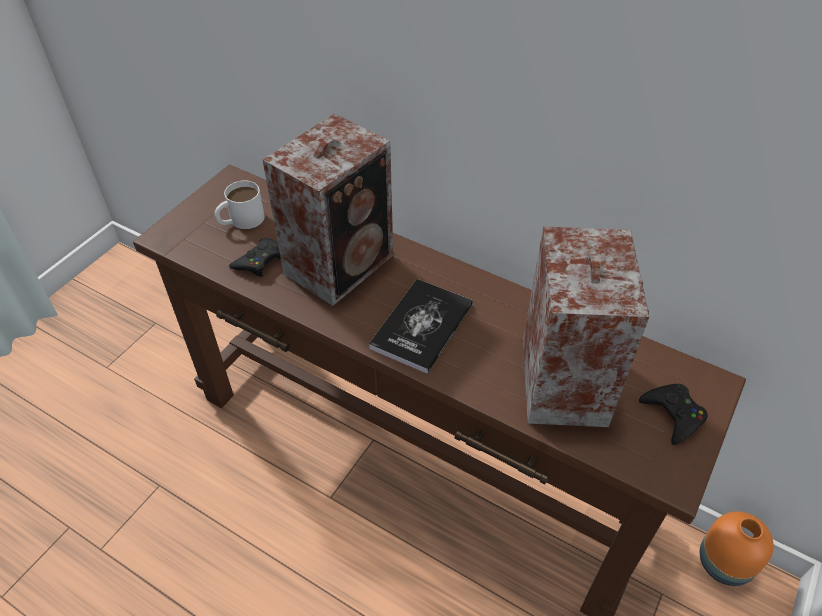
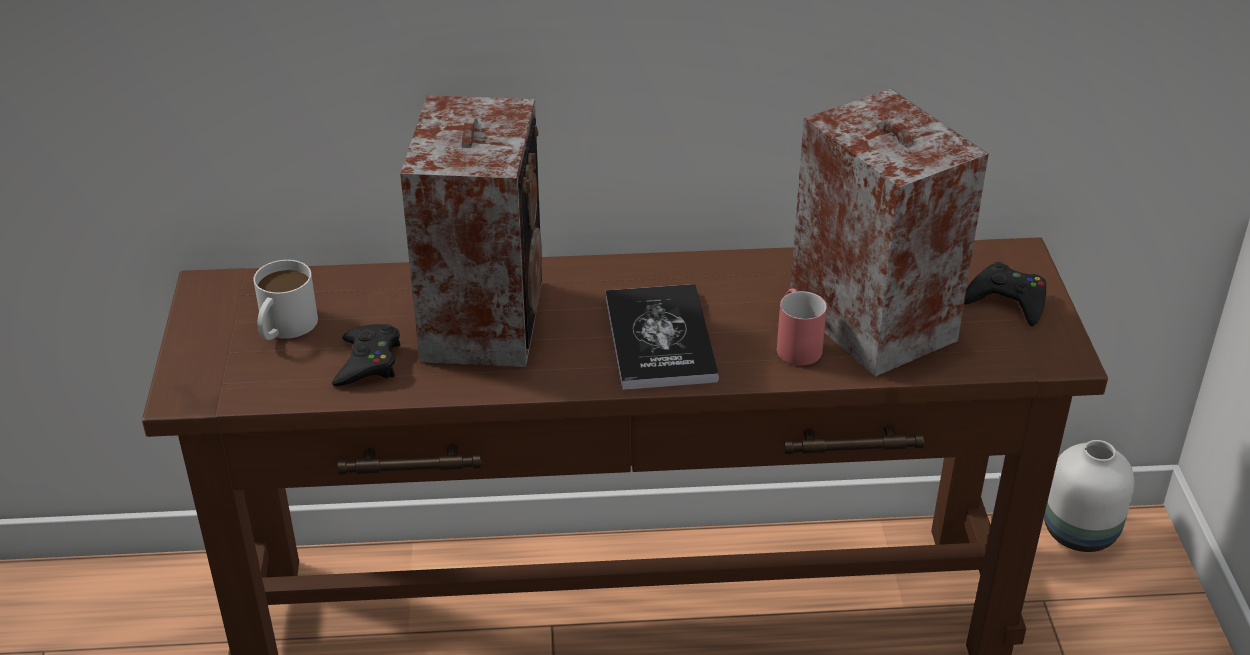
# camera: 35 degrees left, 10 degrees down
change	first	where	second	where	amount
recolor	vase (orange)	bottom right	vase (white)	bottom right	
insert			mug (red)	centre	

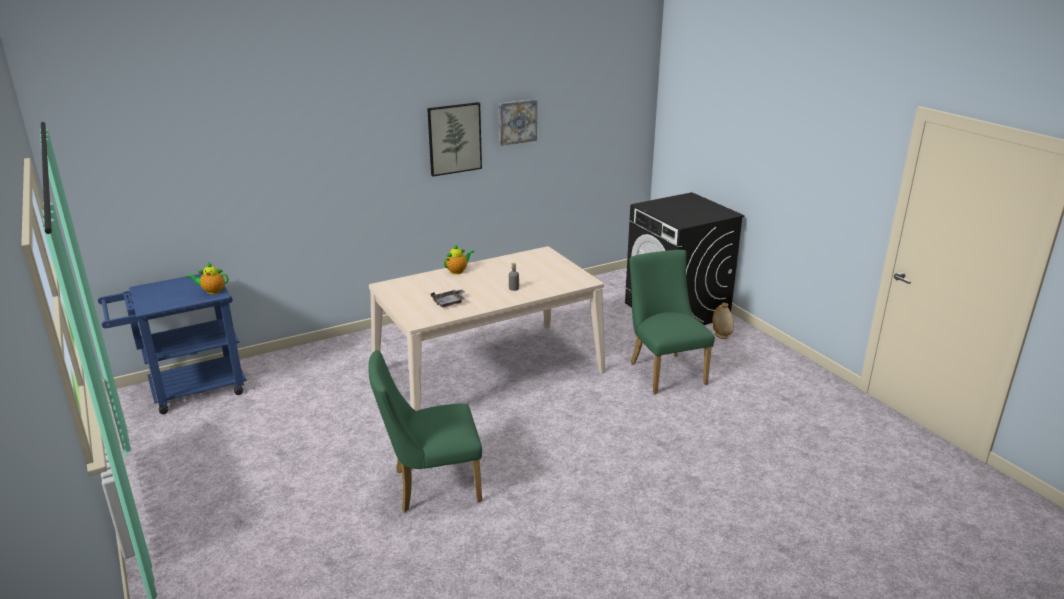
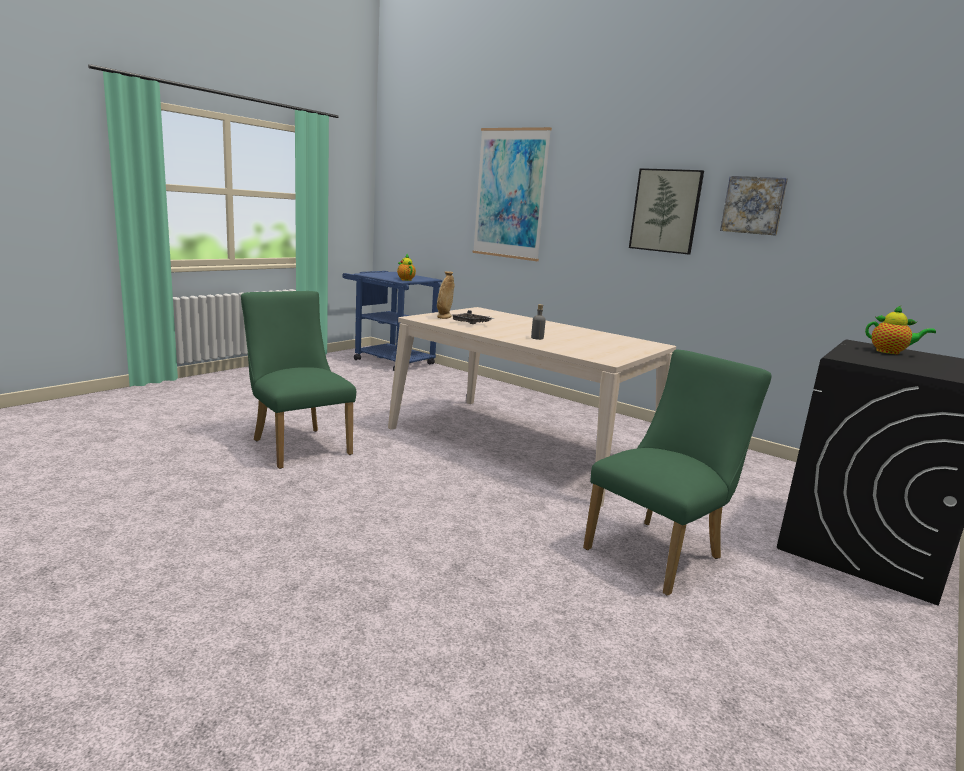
# camera: 65 degrees right, 10 degrees down
change	first	where	second	where	amount
move	teapot (2nd from left)	centre		middle right	
move	vase (beige)	middle right		centre	
insert			picture (1st from left)	top centre	

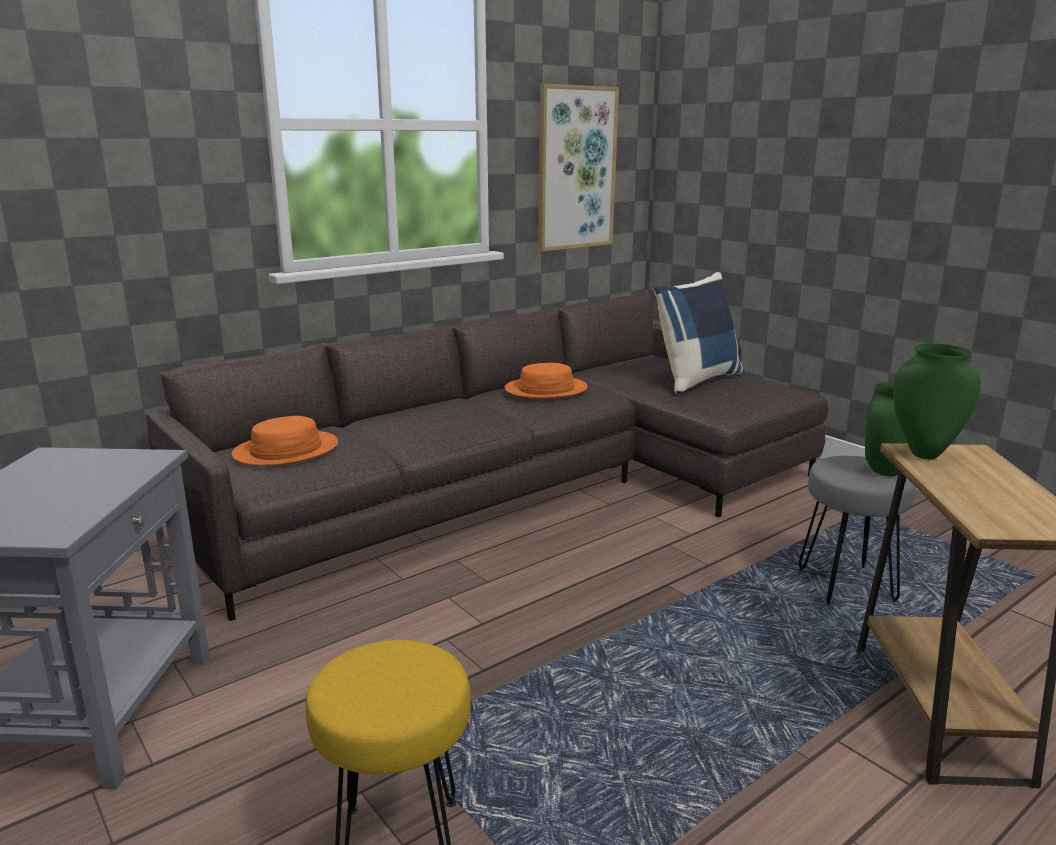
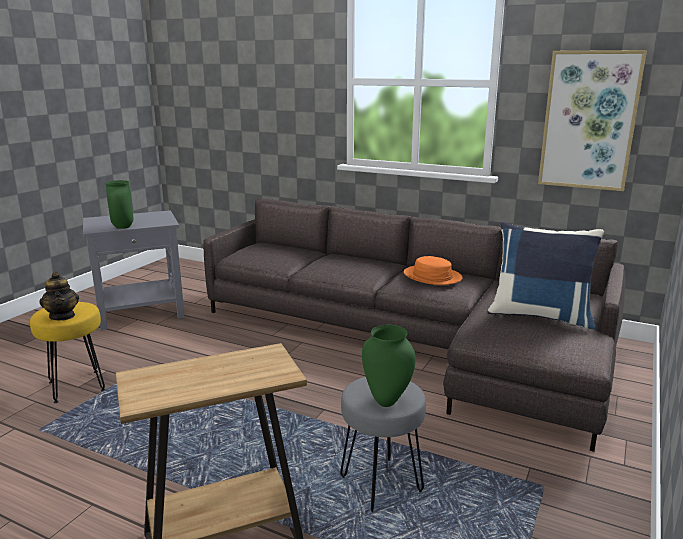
# camera: 65 degrees right, 0 degrees up
change	first	where	second	where	amount
delete	hat (orange) (1st from left)	middle left			
move	vase (green) (2nd from left in the first image)	middle right	vase (green) (1st from left)	middle left	
insert			teapot	middle left	

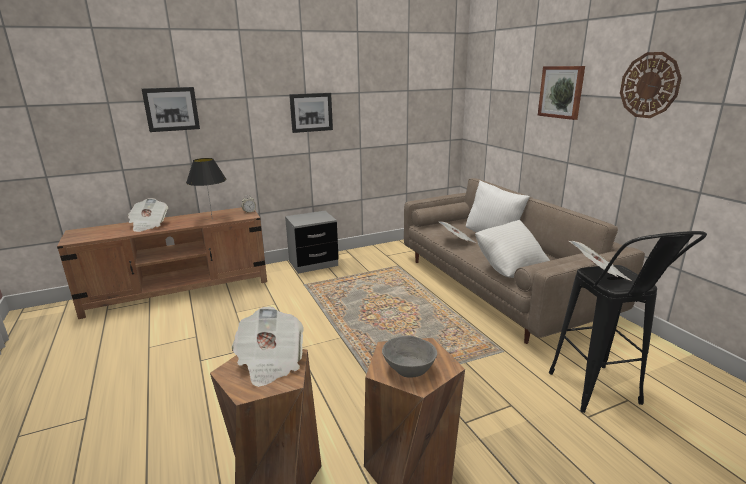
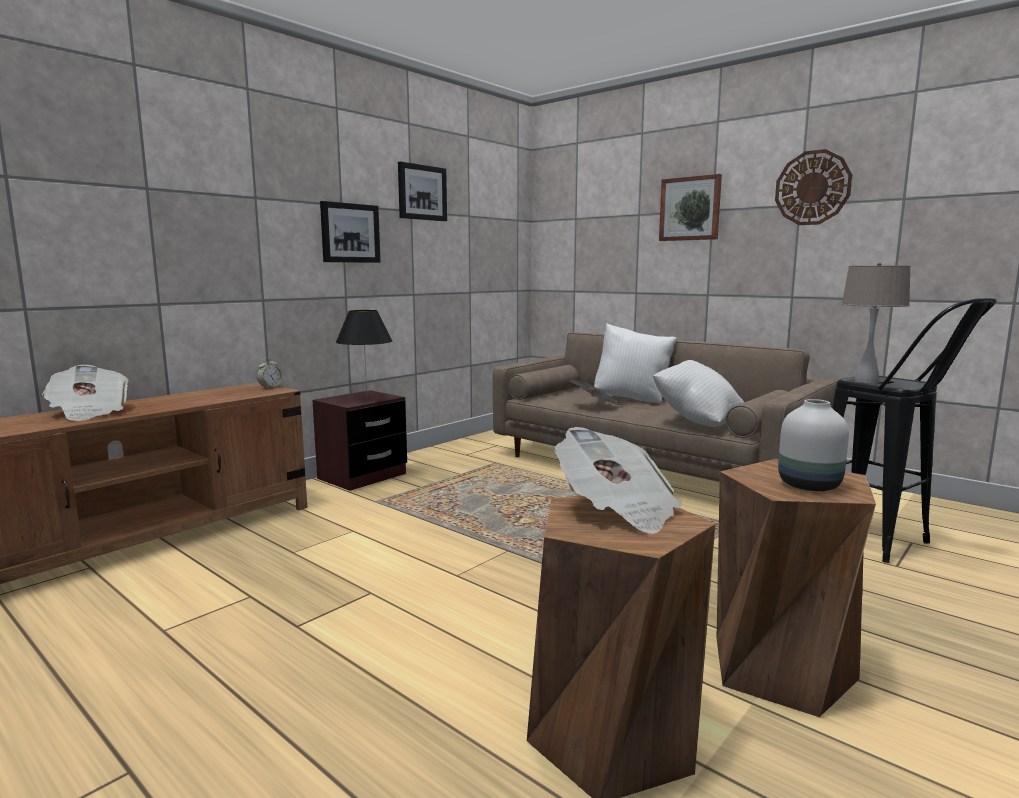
# camera: 25 degrees left, 10 degrees down
change	first	where	second	where	amount
move	picture (1st from left in the first image)	top left	picture (2nd from left)	top centre	
move	table lamp (black)	middle left		centre	
recolor	nightstand (grey)	centre	nightstand (brown)	centre	
replace	bowl (grey)	bottom centre	vase (white)	middle right	
replace	newspaper (4th from left)	middle right	table lamp (beige)	middle right	

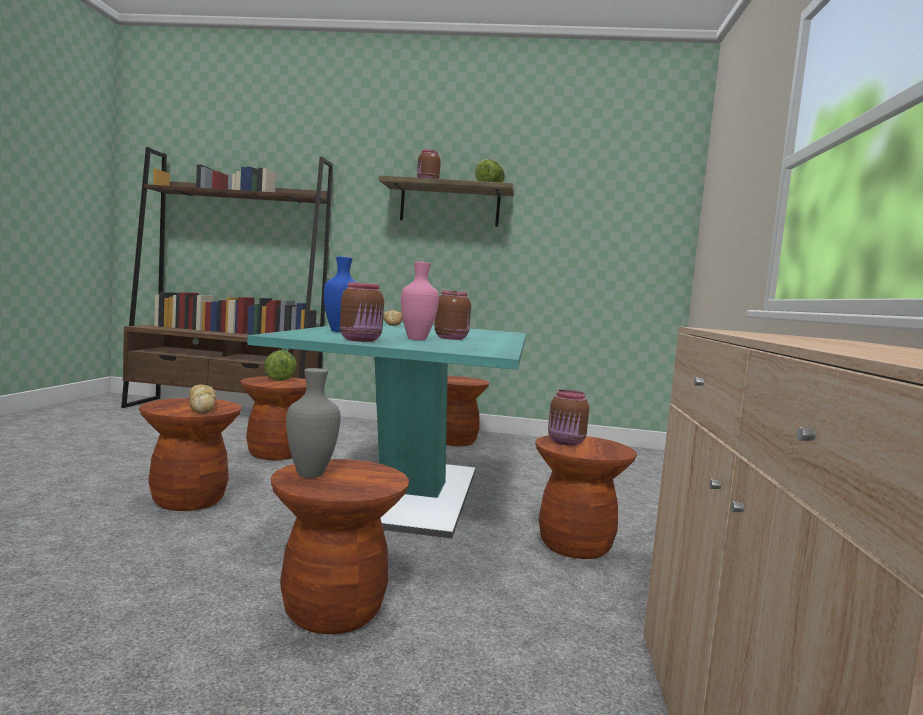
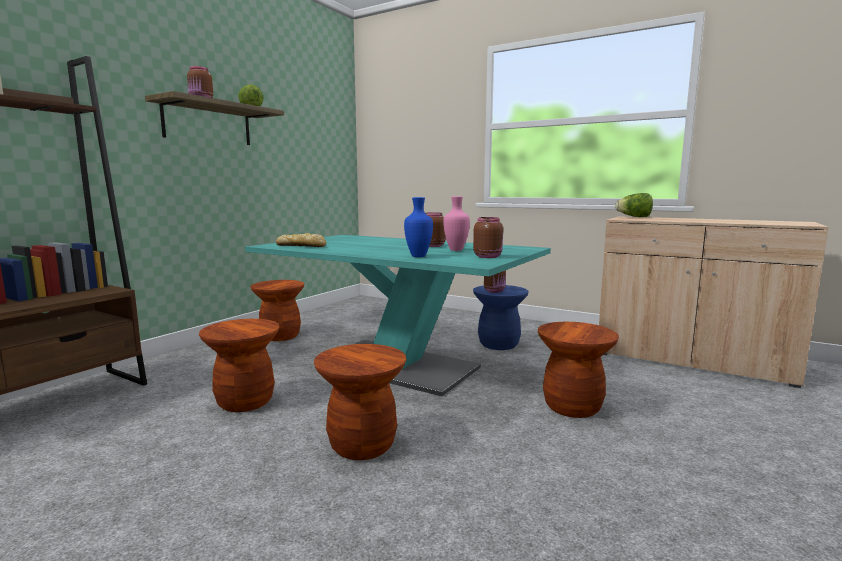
# camera: 65 degrees left, 5 degrees up
change	first	where	second	where	amount
delete	bread (1st from left)	middle left			
move	lettuce (1st from left in the first image)	middle left	lettuce (2nd from left)	middle right	
delete	vase (grey)	centre			
recolor	stool (brown) (5th from left)	bottom centre	stool (blue)	centre	

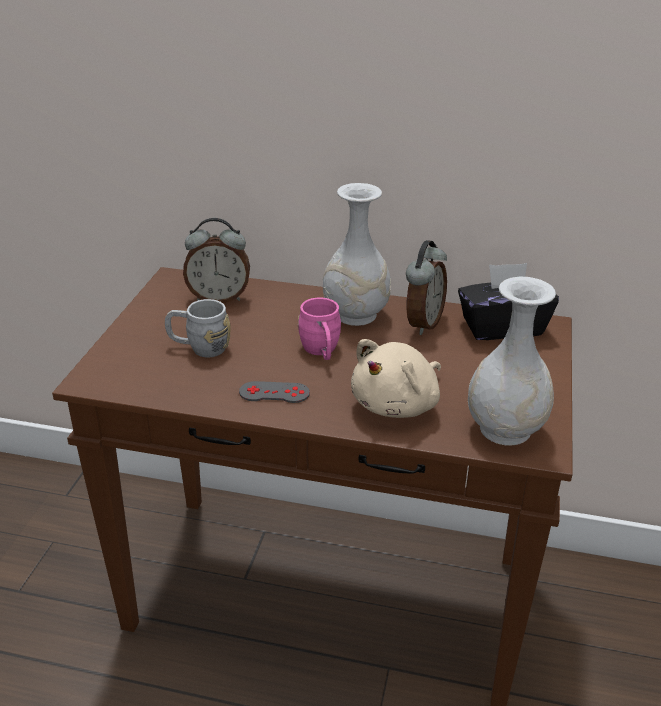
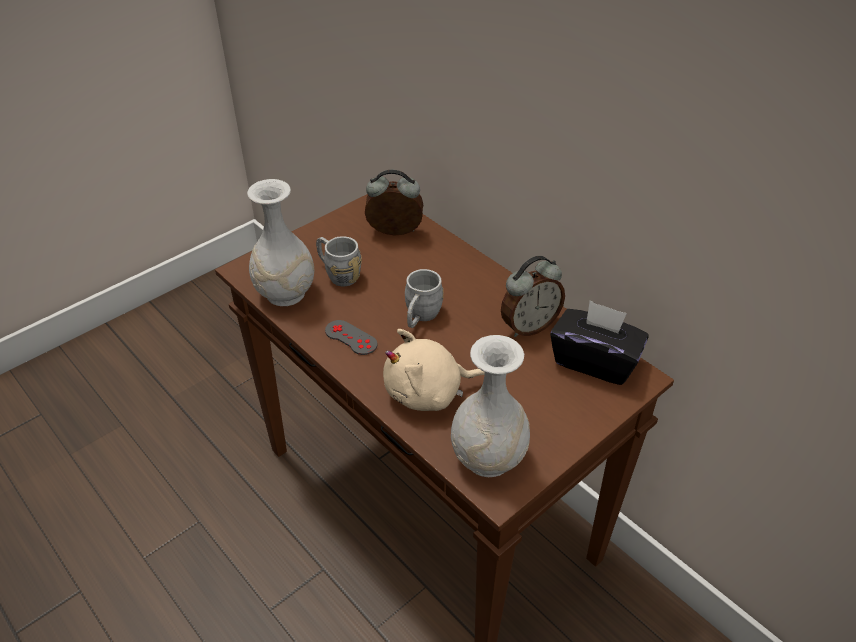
# camera: 35 degrees right, 10 degrees up
change	first	where	second	where	amount
rotate	alarm clock (1st from left)	middle left		top centre	150 degrees clockwise
recolor	mug (pink)	centre	mug (grey) (2nd from left)	centre	
move	vase (white) (1st from left)	centre		middle left	

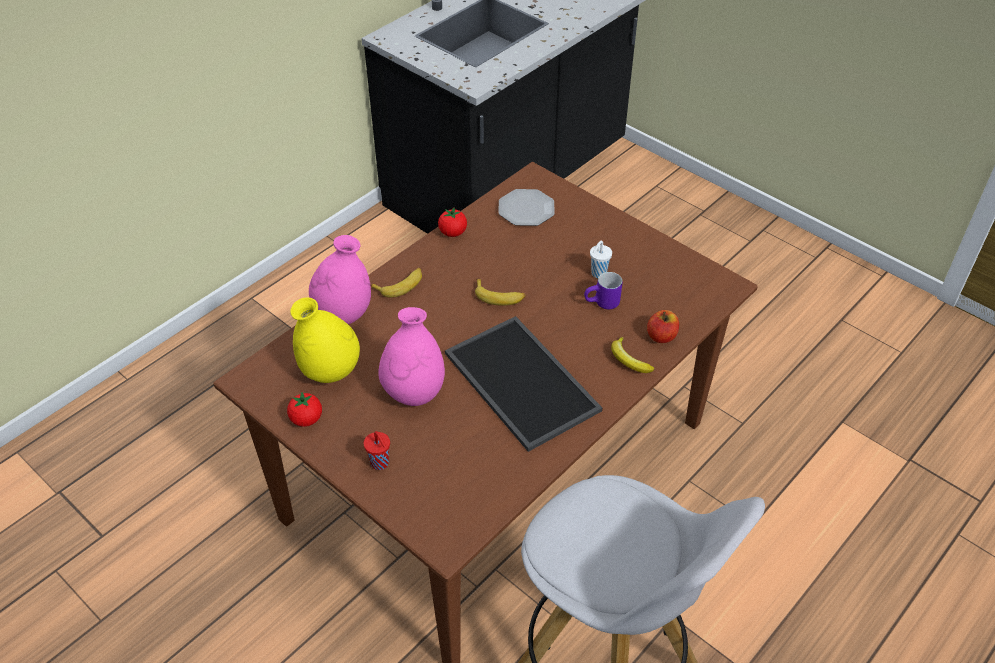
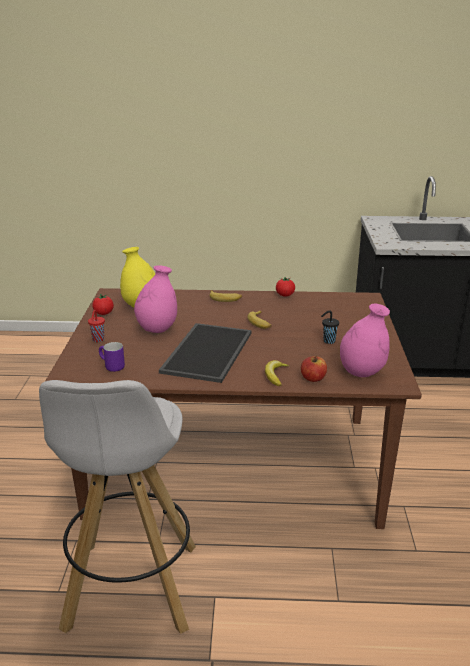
# camera: 50 degrees right, 20 degrees down
change	first	where	second	where	amount
move	vase (pink) (1st from left in the first image)	centre	vase (pink) (2nd from left)	middle right	
delete	plate	top centre			
move	mug (purple)	centre		middle left	
recolor	cup (white)	centre	cup (black)	middle right	

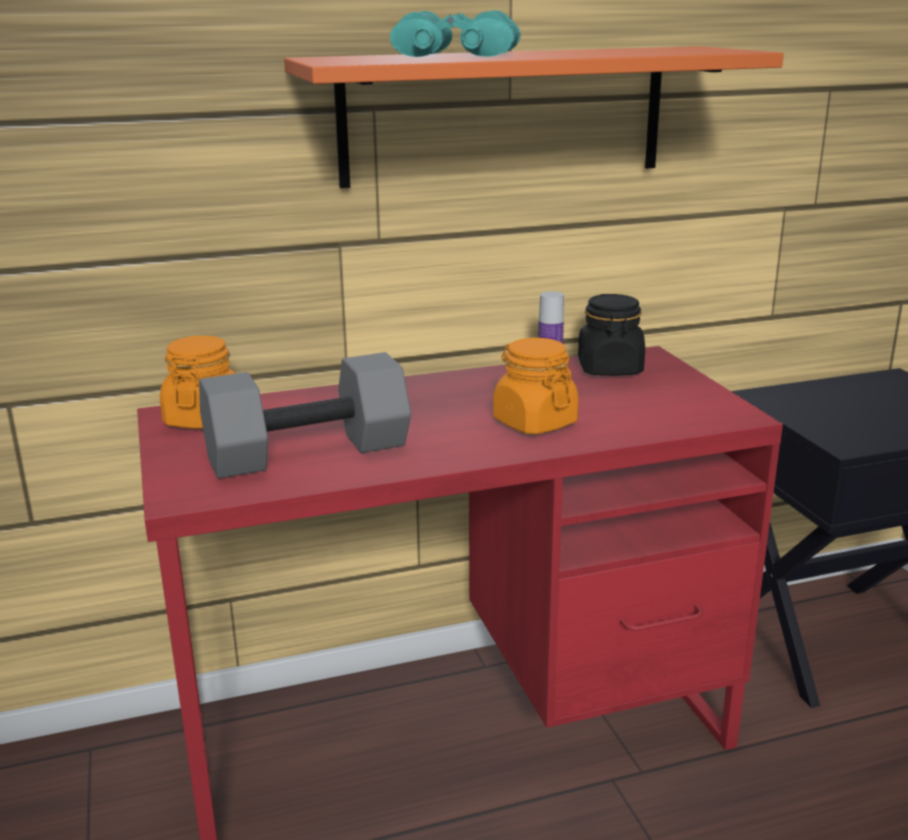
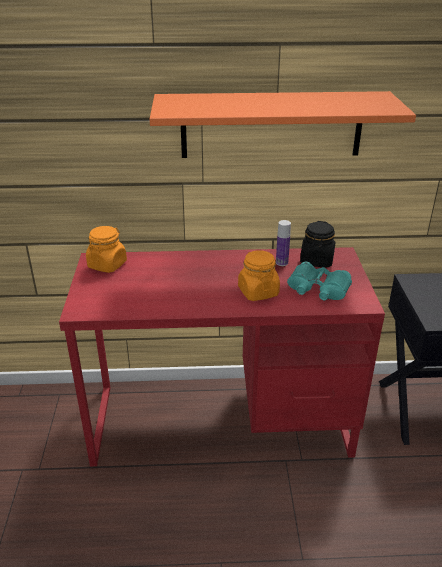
# camera: 15 degrees right, 10 degrees up
change	first	where	second	where	amount
delete	dumbbell (grey)	centre			
move	binoculars (turquoise)	top centre		middle right	

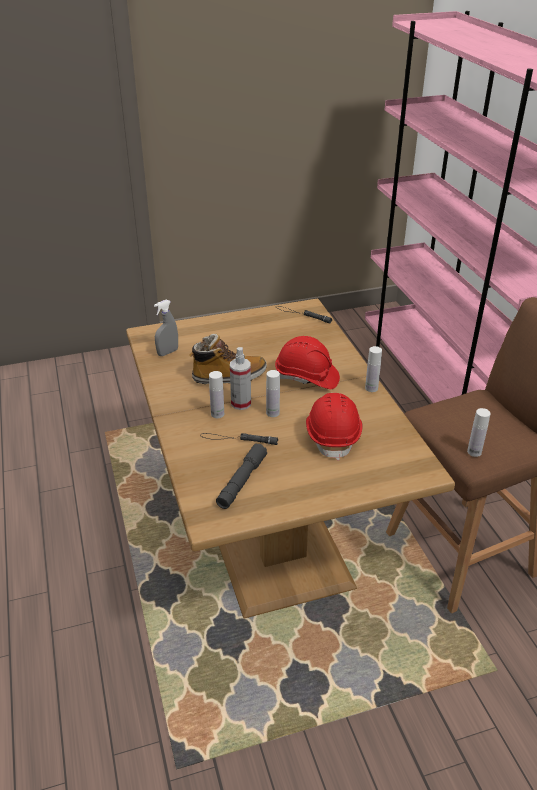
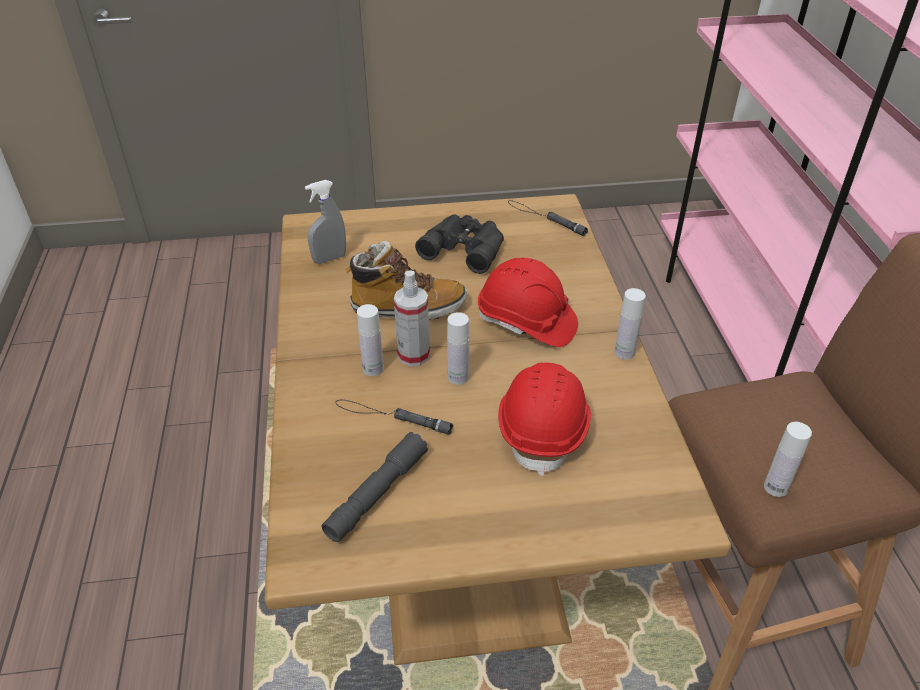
# camera: 10 degrees right, 5 degrees up
change	first	where	second	where	amount
insert			binoculars (black)	centre	

